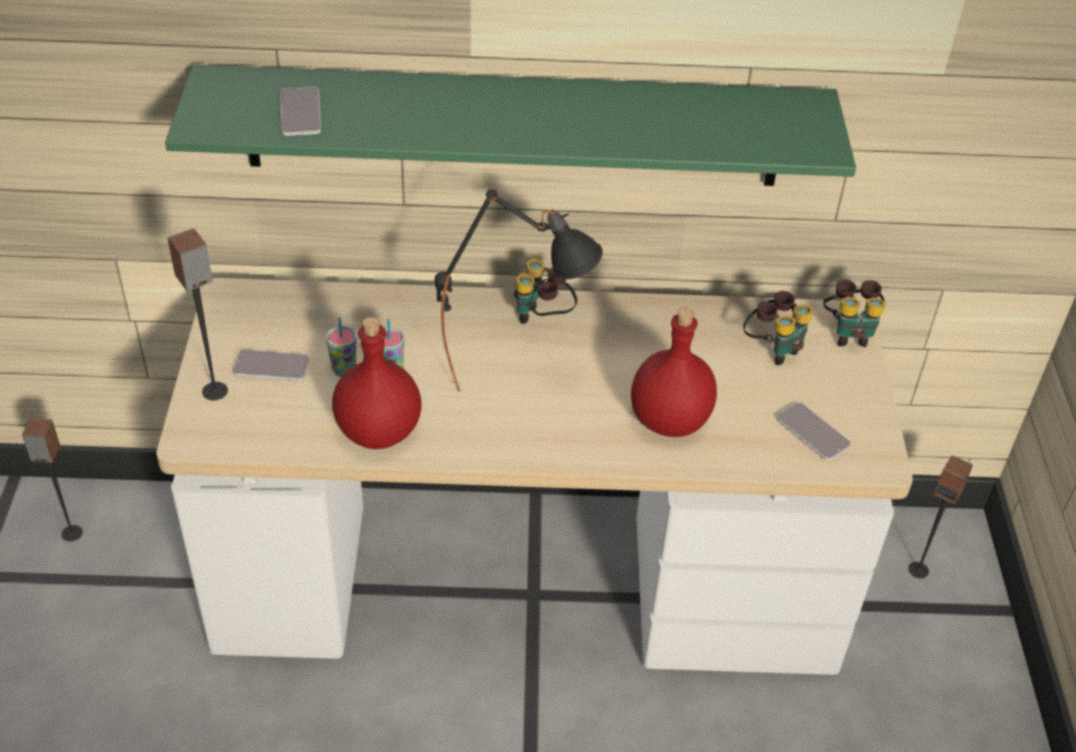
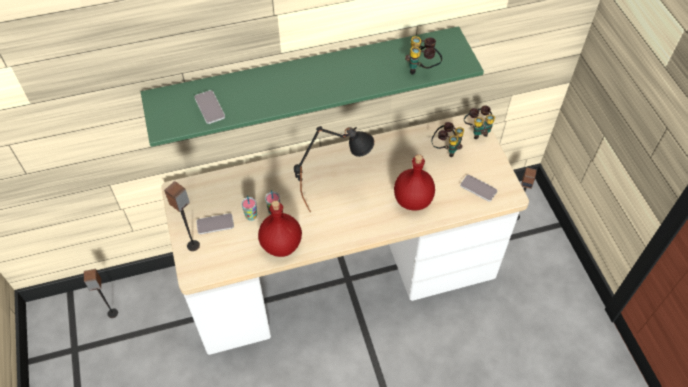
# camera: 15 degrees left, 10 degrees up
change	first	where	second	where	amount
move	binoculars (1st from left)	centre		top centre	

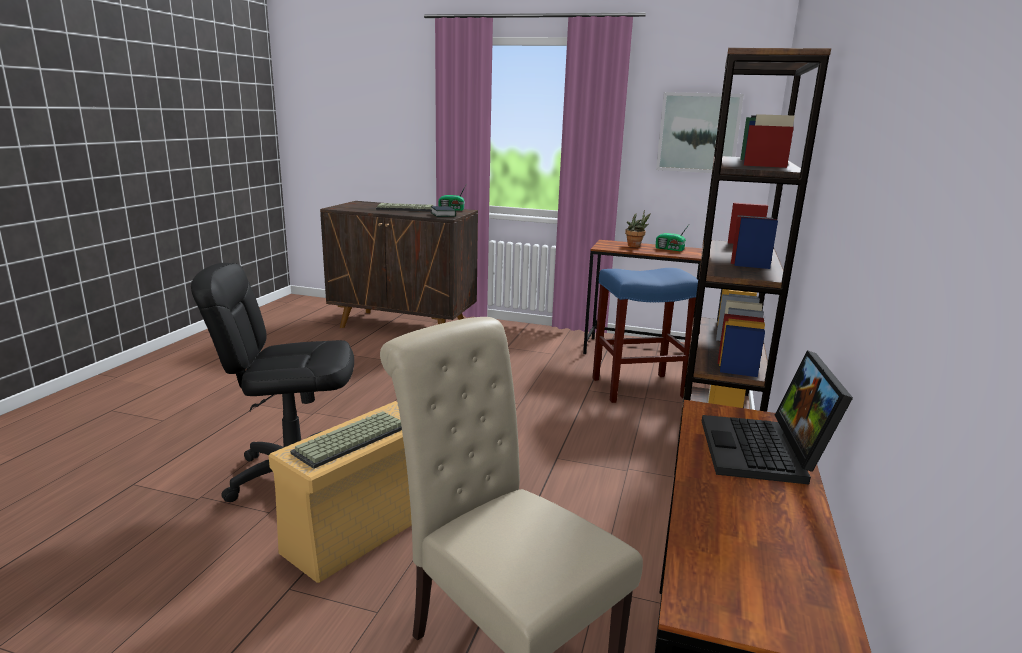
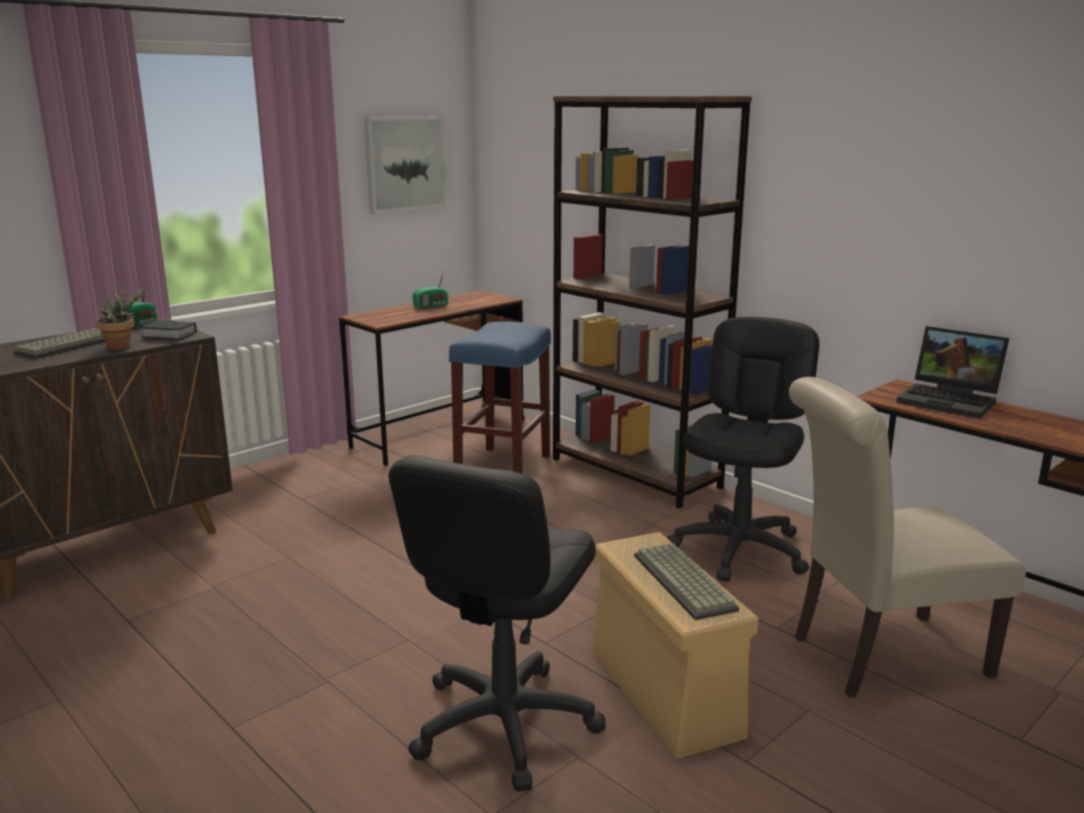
# camera: 60 degrees left, 0 degrees up
change	first	where	second	where	amount
move	potted plant	centre		middle left	
insert			office chair (black) (2nd from left)	middle right	

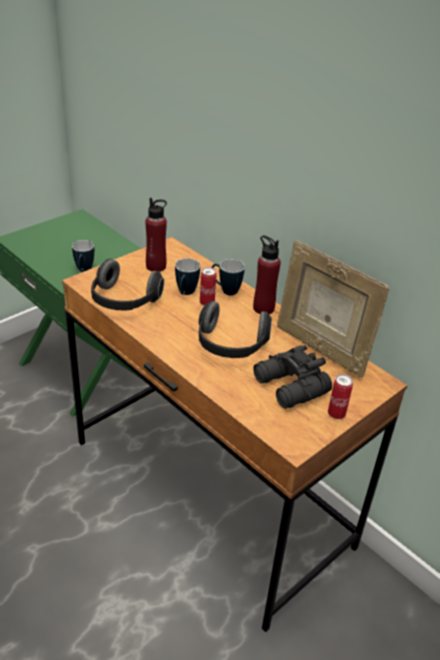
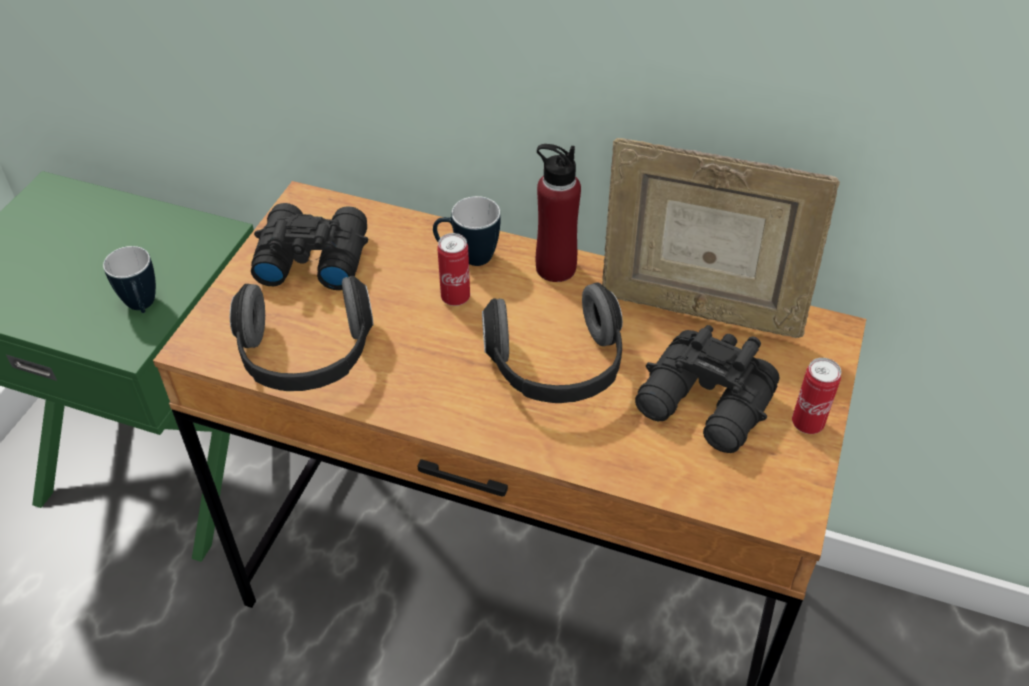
# camera: 25 degrees left, 10 degrees up
change	first	where	second	where	amount
replace	bottle (red) (1st from left)	centre	binoculars (black) (1st from left)	middle left	
delete	mug (2nd from left)	centre			

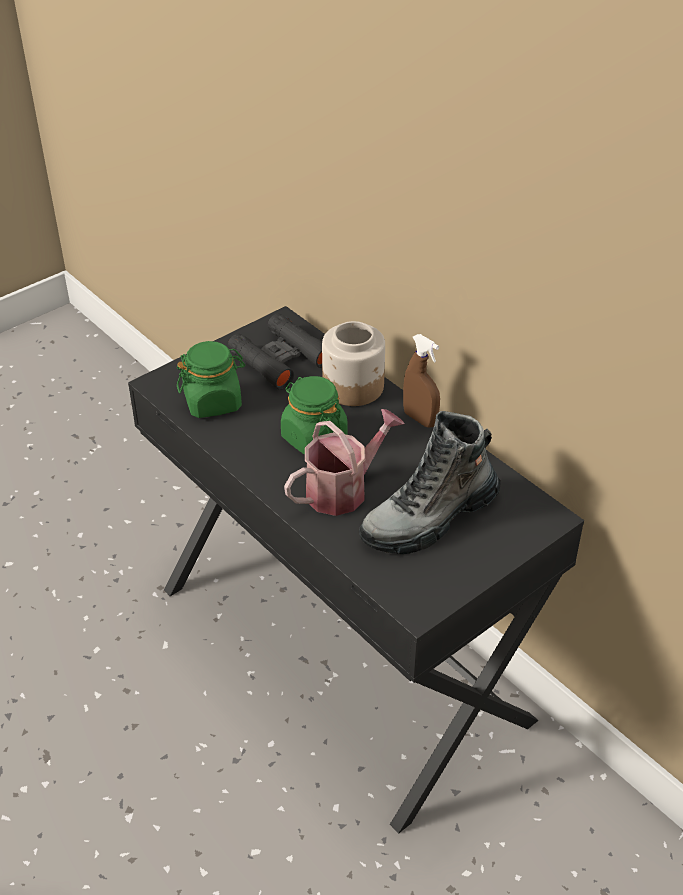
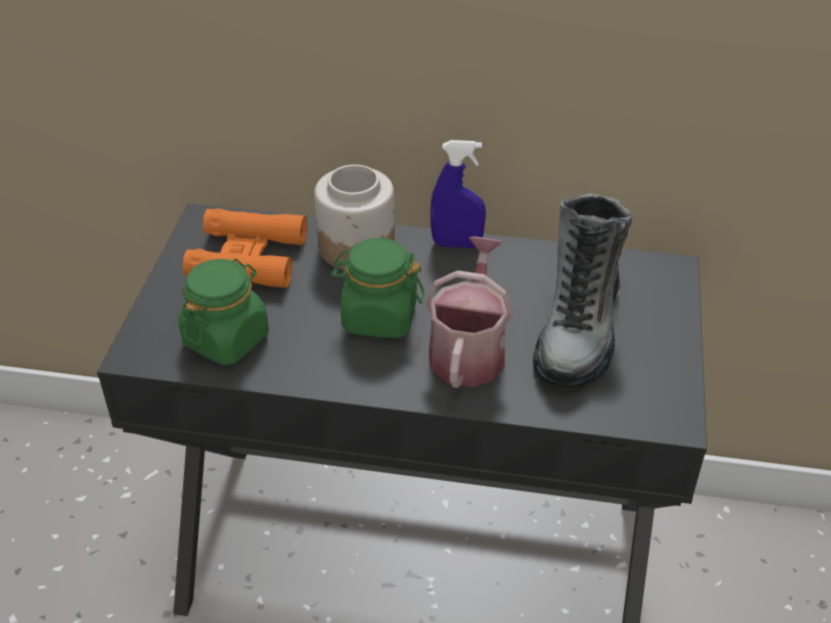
# camera: 40 degrees left, 0 degrees up
change	first	where	second	where	amount
recolor	binoculars (black)	centre	binoculars (orange)	middle left	
recolor	spray bottle (brown)	centre	spray bottle (blue)	top centre	

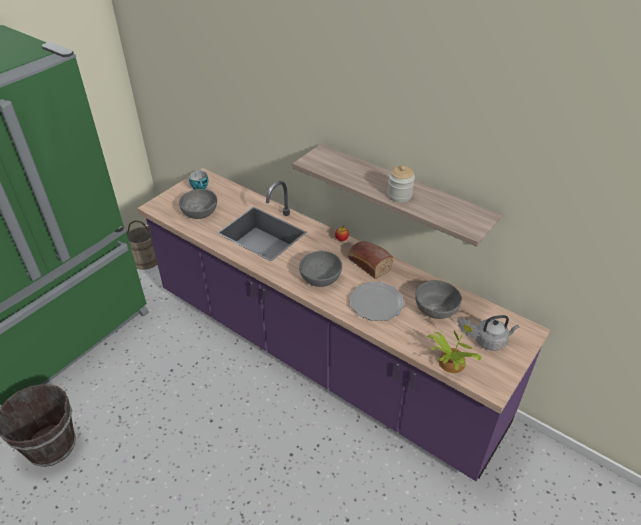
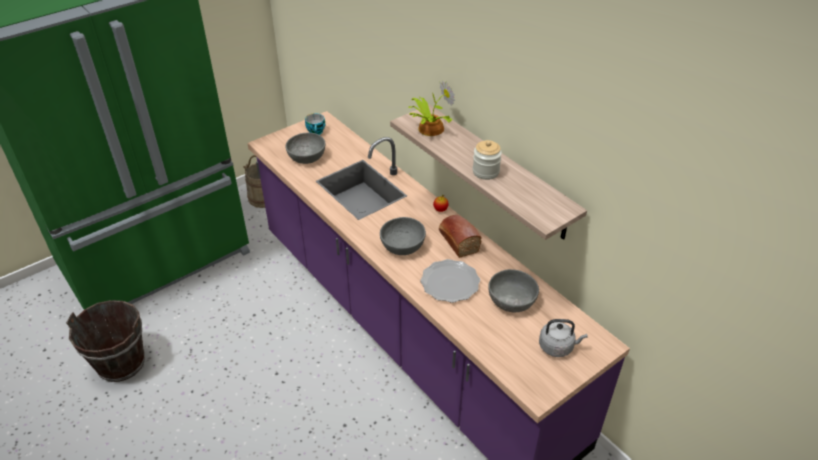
# camera: 15 degrees right, 0 degrees up
change	first	where	second	where	amount
move	potted plant	middle right		top centre	

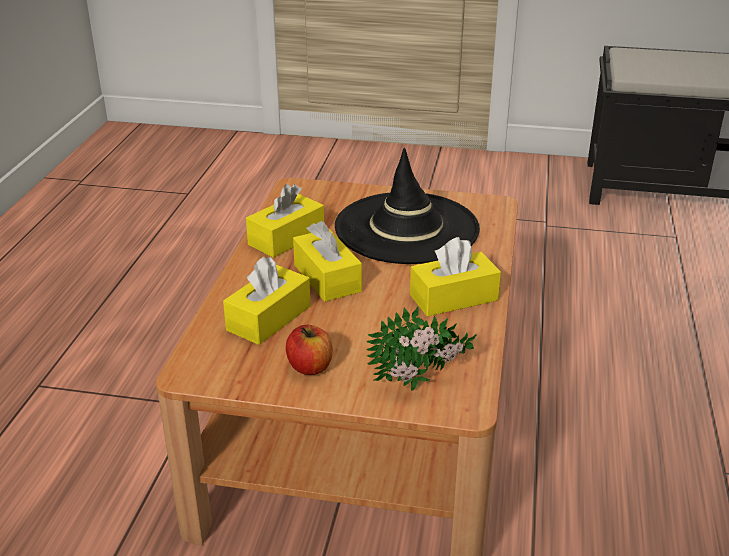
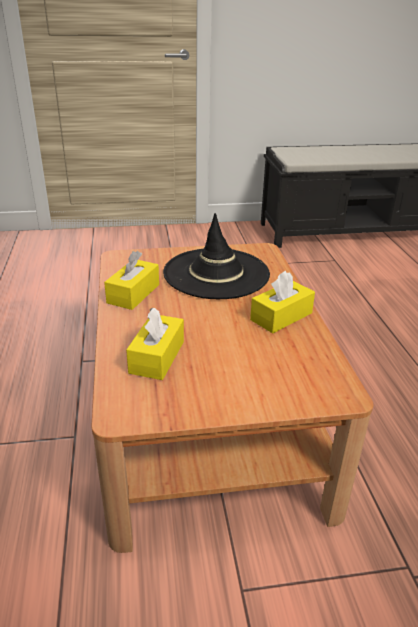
# camera: 20 degrees left, 0 degrees up
change	first	where	second	where	amount
delete	apple	centre			
delete	tissue box (yellow) (3rd from left)	centre			
delete	potted plant	centre			

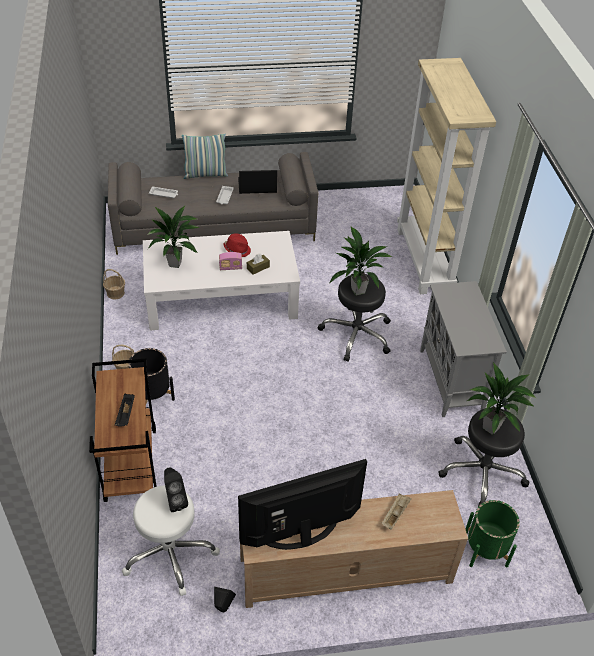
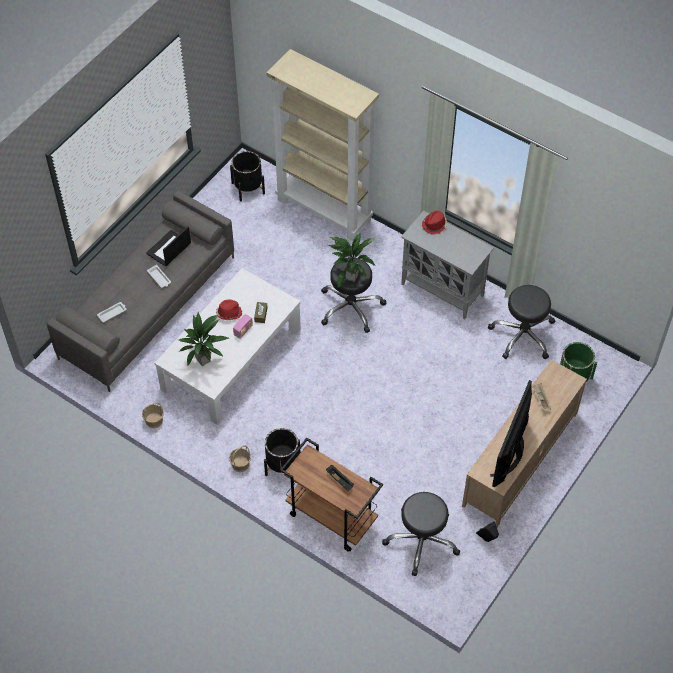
# camera: 45 degrees left, 10 degrees up
change	first	where	second	where	amount
recolor	stool (white)	bottom left	stool (black) (2nd from left)	bottom centre	
delete	speaker (black) (1st from left)	bottom left			
delete	pillow	top centre			
delete	potted plant (3rd from left)	middle right			
insert			planter (black) (1st from left)	top centre	
insert			hat (red) (2nd from left)	top centre	

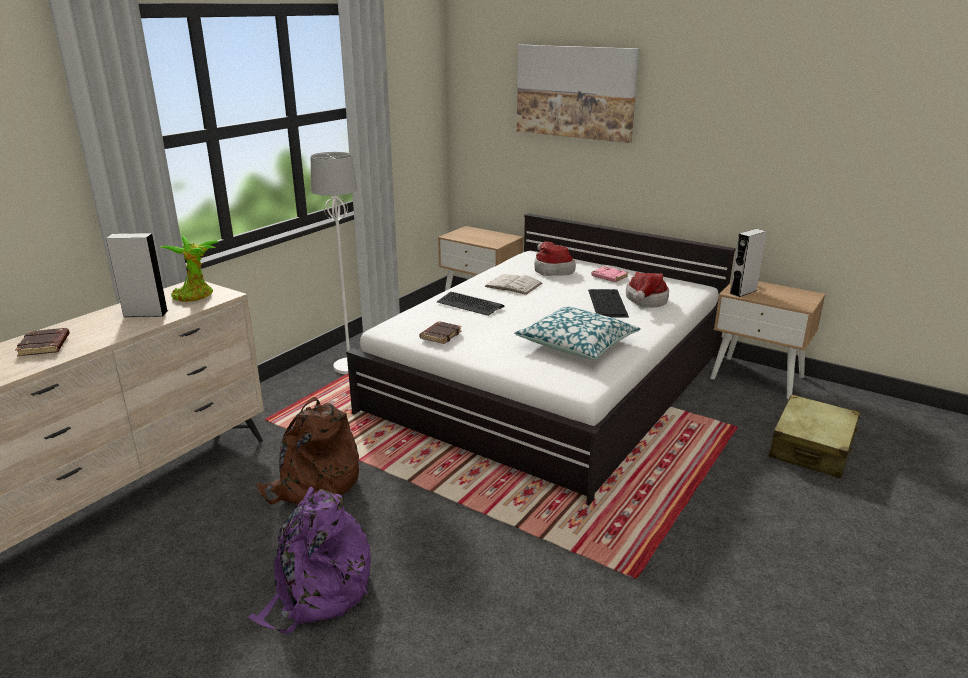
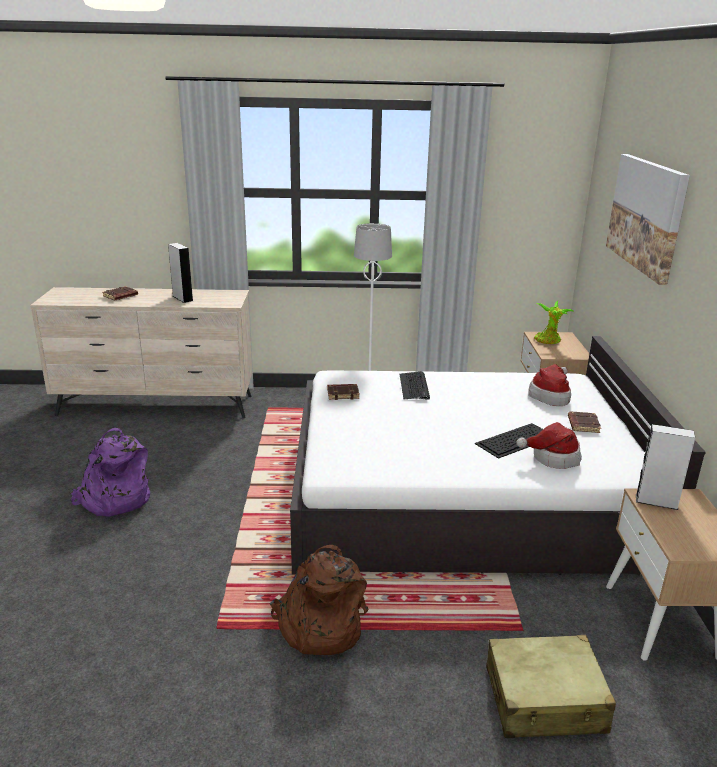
# camera: 55 degrees right, 0 degrees up
change	first	where	second	where	amount
move	potted plant	middle left		middle right	
move	backpack (brown)	middle left		bottom centre	
delete	book (white)	centre			
delete	pillow	centre			
recolor	book (pink)	centre	book (brown) (3rd from left)	middle right	

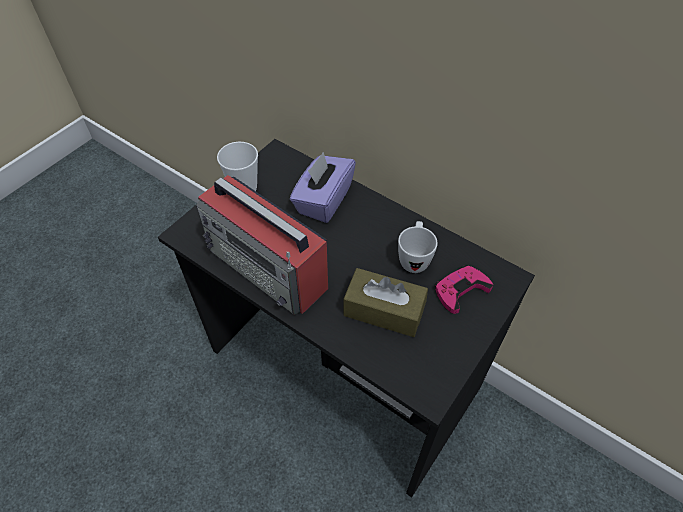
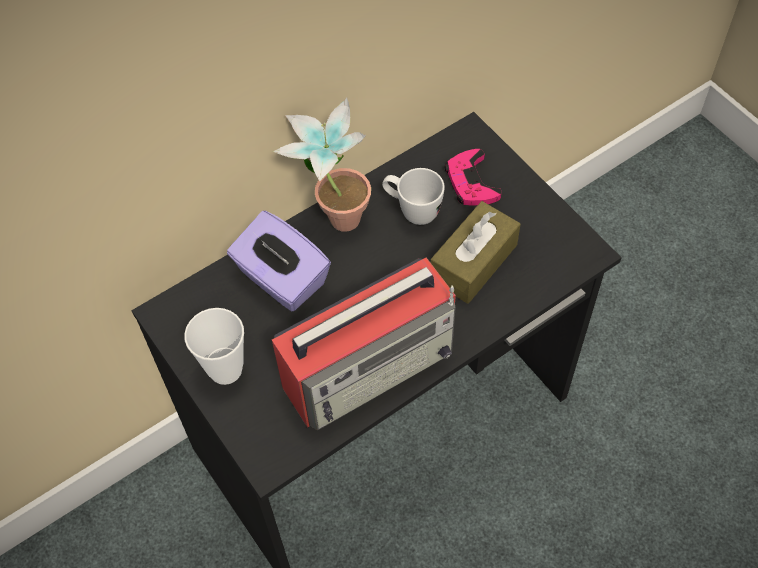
# camera: 70 degrees left, 5 degrees up
change	first	where	second	where	amount
insert			potted plant	top centre	

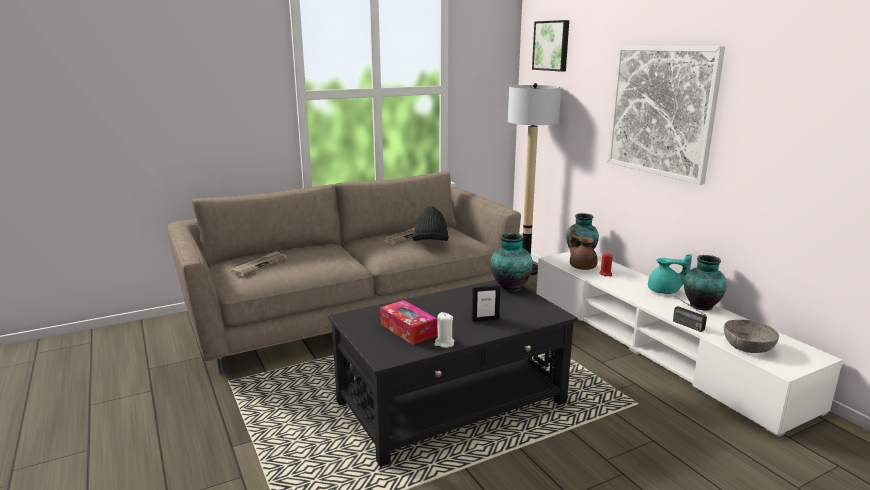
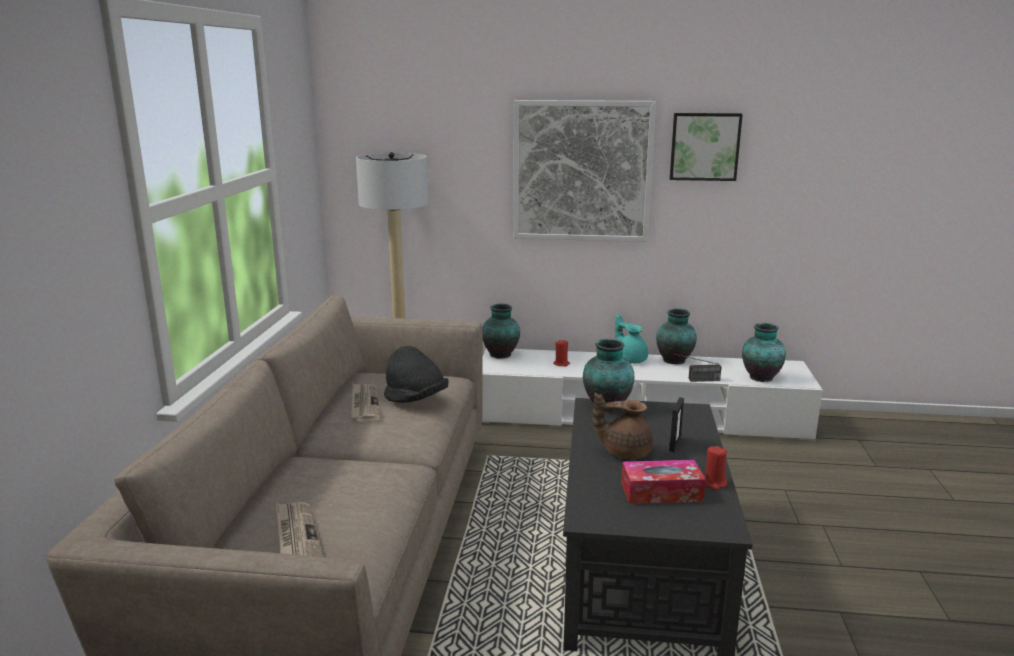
# camera: 55 degrees left, 0 degrees up
change	first	where	second	where	amount
recolor	candle (white)	bottom centre	candle (red) (2nd from left)	bottom right	
move	picture (1st from left in the first image)	top centre	picture (2nd from left)	top right	
move	teapot (brown)	middle right		centre	
rotate	teapot (turquoise)	middle right		centre	75 degrees counterclockwise
replace	bowl (grey)	bottom right	vase (4th from left)	middle right	

